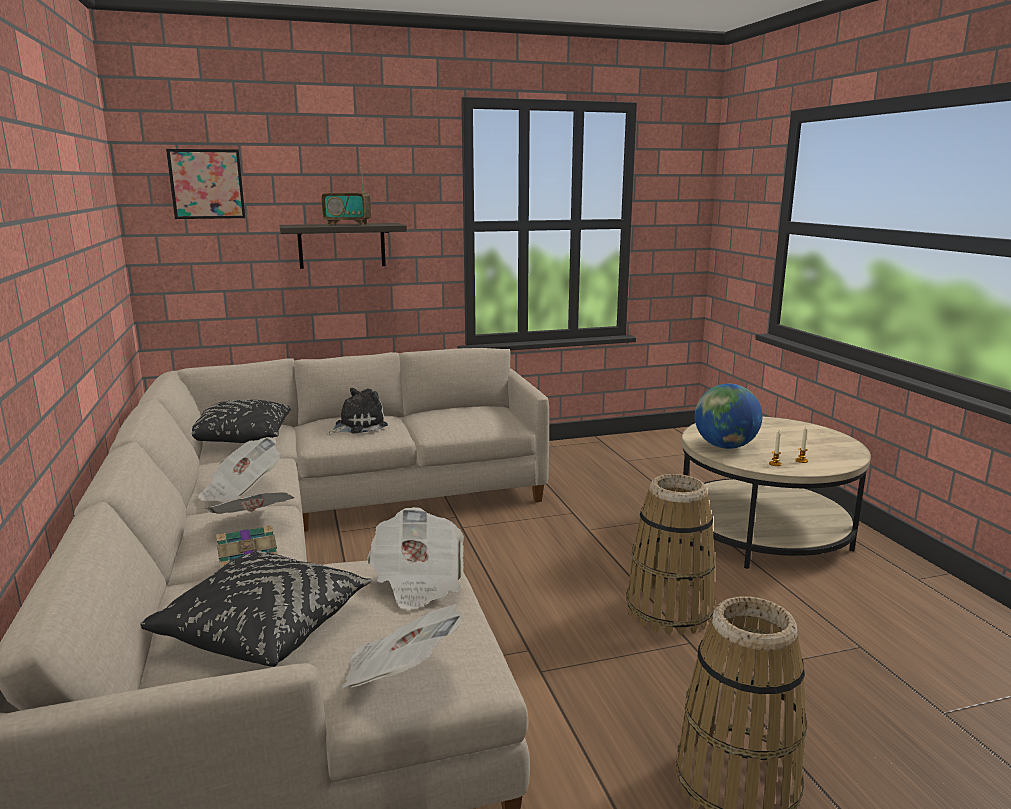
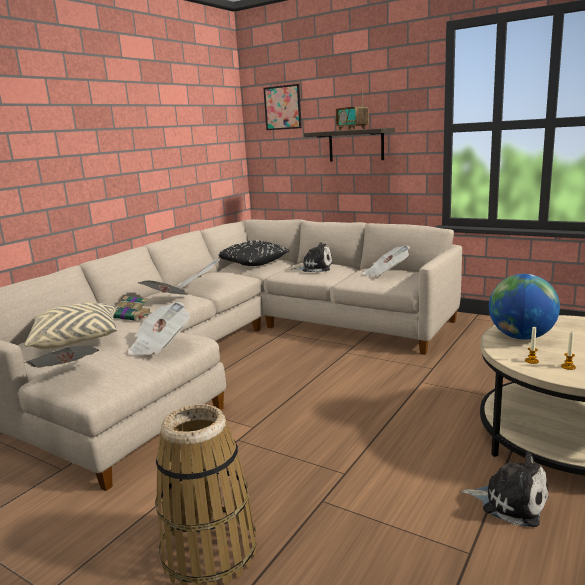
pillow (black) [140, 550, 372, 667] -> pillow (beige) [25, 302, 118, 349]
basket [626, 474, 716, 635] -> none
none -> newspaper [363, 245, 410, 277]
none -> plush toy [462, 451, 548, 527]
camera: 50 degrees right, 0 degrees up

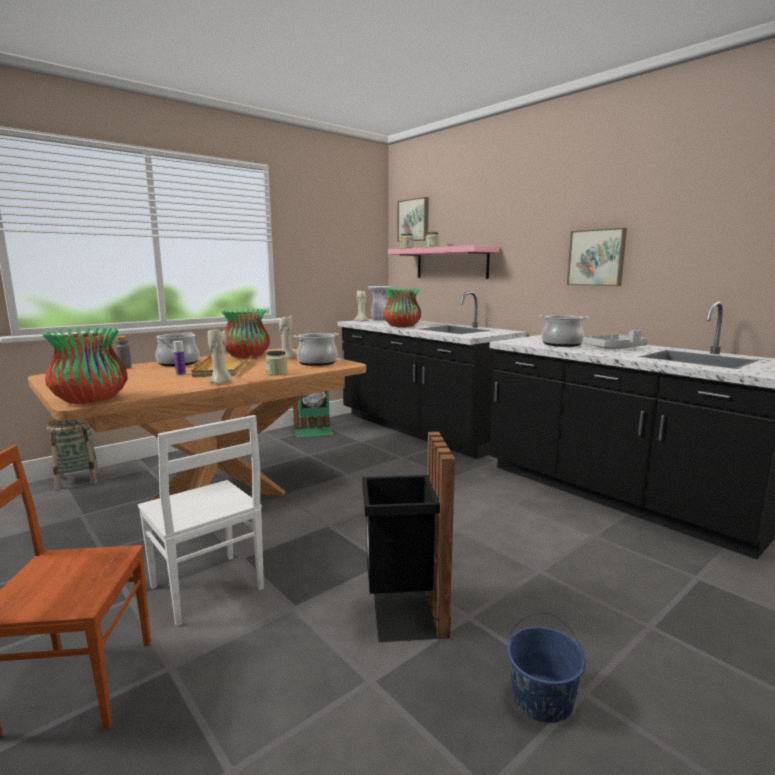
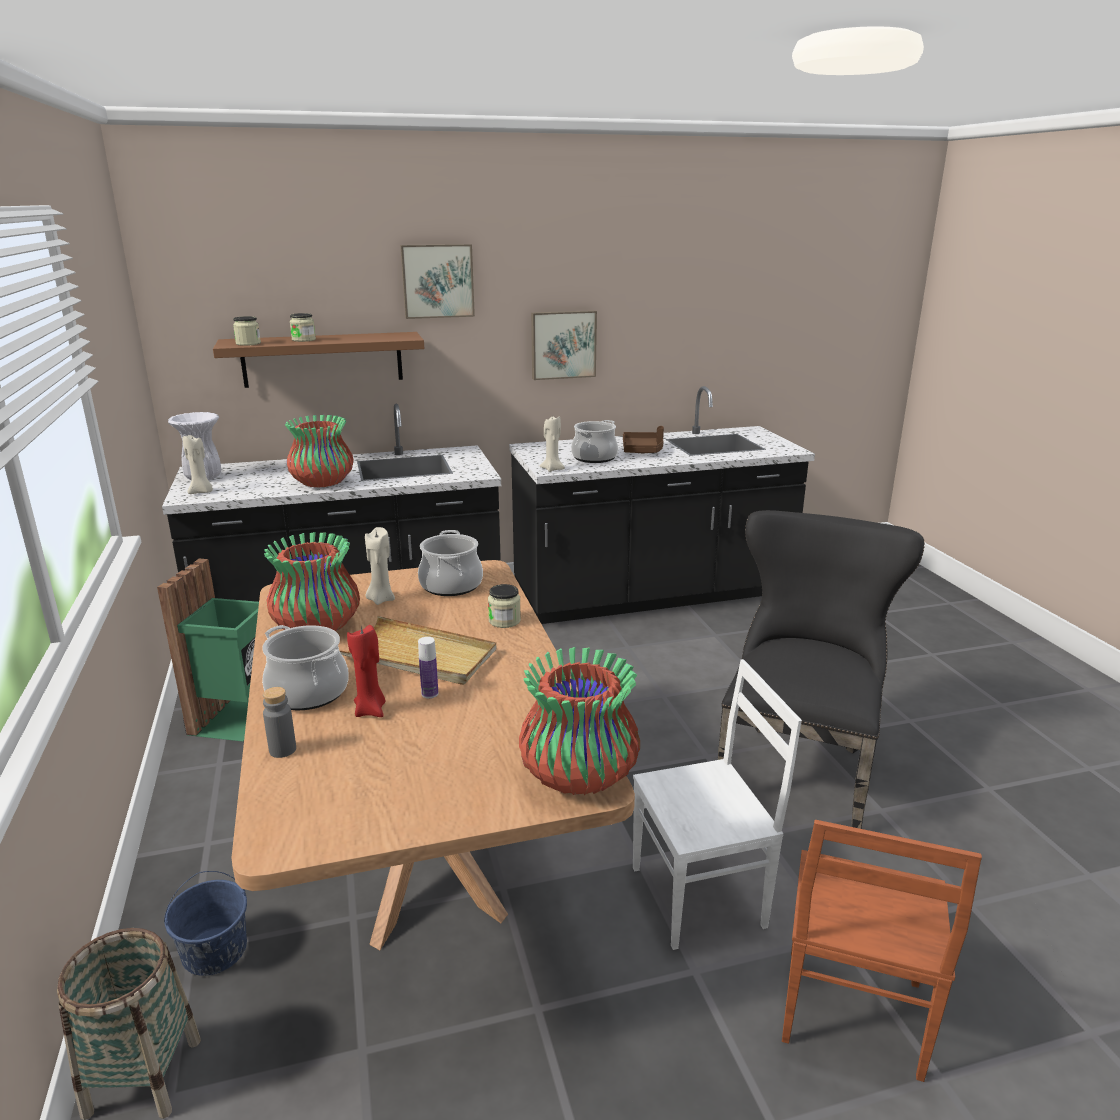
candle (beige) [208, 329, 232, 384] -> candle (beige) [540, 416, 565, 472], relocated
trash can (black) [362, 431, 455, 642] -> chair (black) [718, 510, 925, 829]
shelf (pink) [388, 245, 499, 279] -> shelf (brown) [213, 332, 425, 388]
picture [397, 197, 429, 242] -> picture [400, 244, 475, 319], relocated
bucket (blue) [507, 613, 586, 723] -> bucket (blue) [164, 871, 247, 976], relocated
tray (grey) [583, 330, 648, 349] -> tray (brown) [623, 426, 664, 453]
none -> candle (red) [347, 625, 386, 717]
camera: 65 degrees left, 10 degrees up

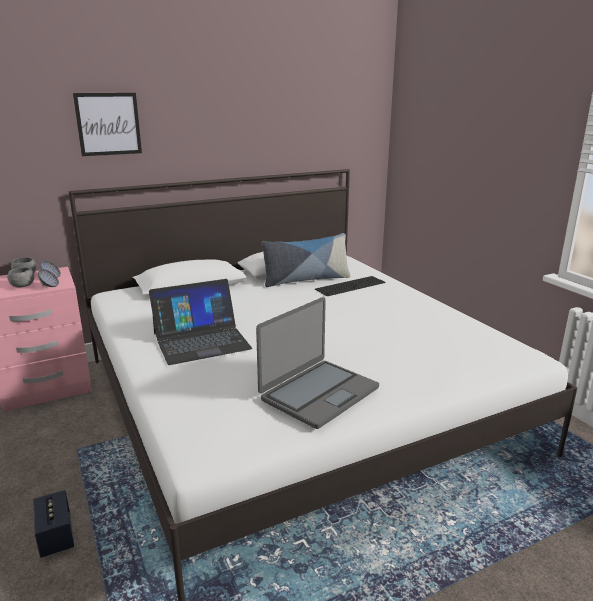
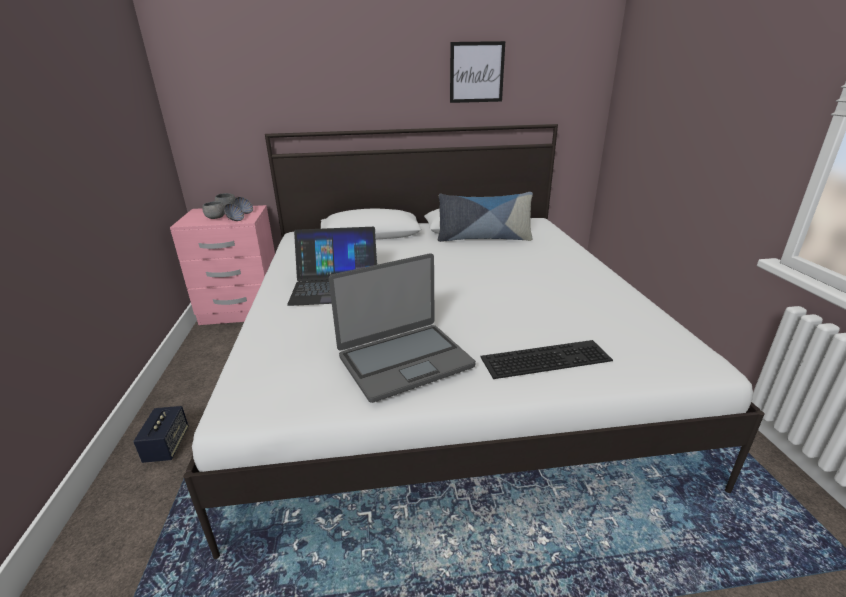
picture [73, 93, 142, 156] -> picture [450, 41, 505, 103], relocated
keyboard [315, 276, 385, 296] -> keyboard [481, 340, 613, 379], relocated
camera: 20 degrees right, 5 degrees up

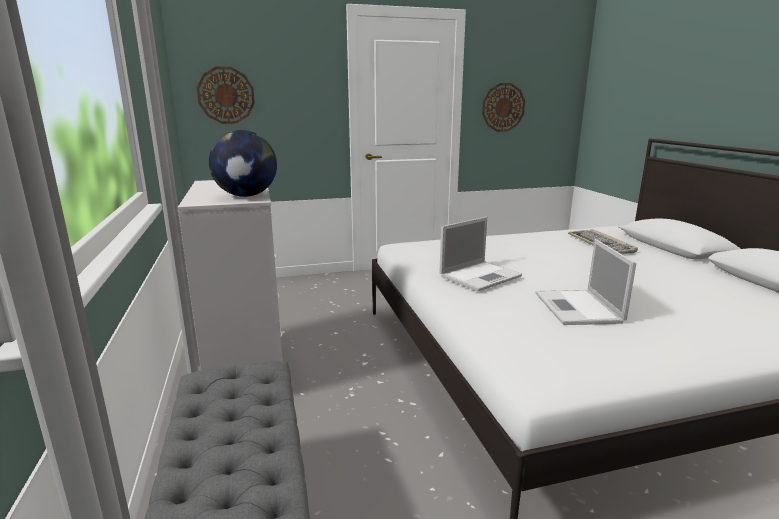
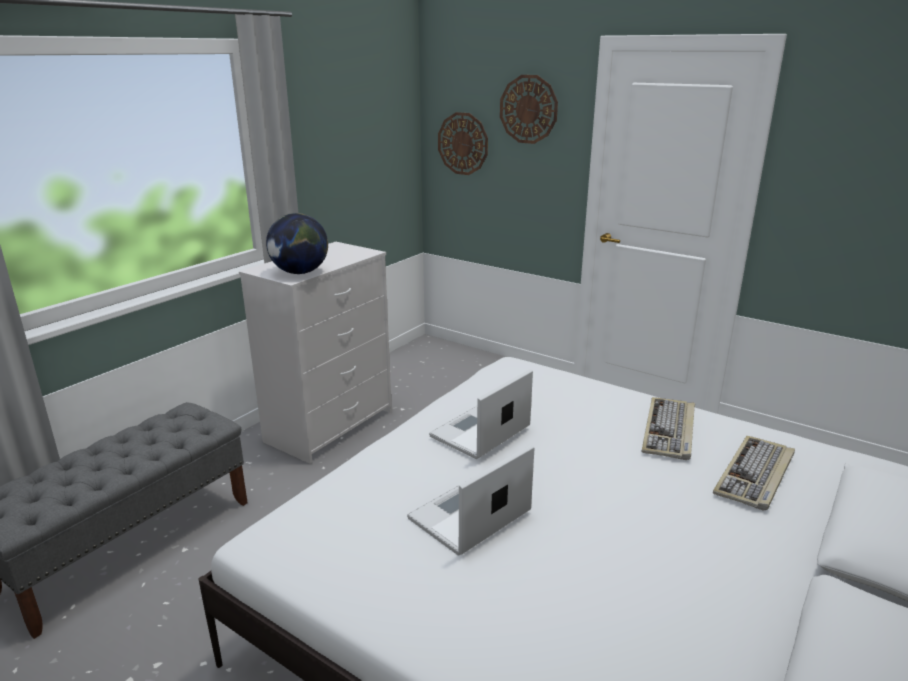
laptop [439, 217, 522, 291] -> laptop [429, 369, 533, 459], 120 degrees clockwise
wall clock [482, 83, 525, 132] -> wall clock [500, 75, 558, 144], relocated
none -> keyboard [641, 397, 695, 460]
camera: 50 degrees right, 5 degrees up

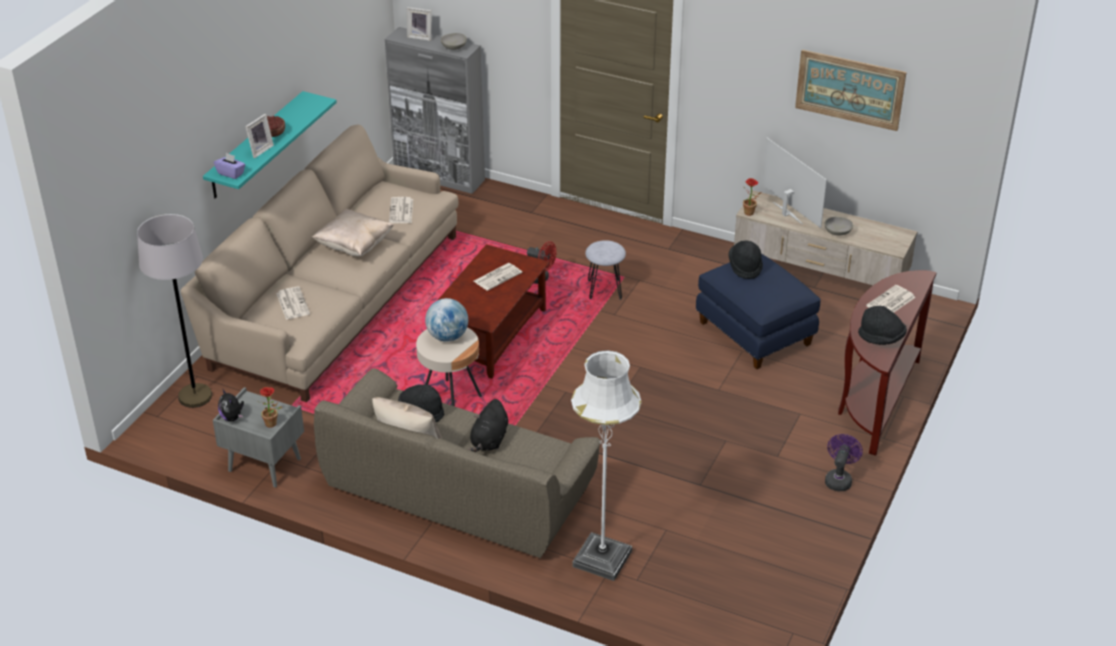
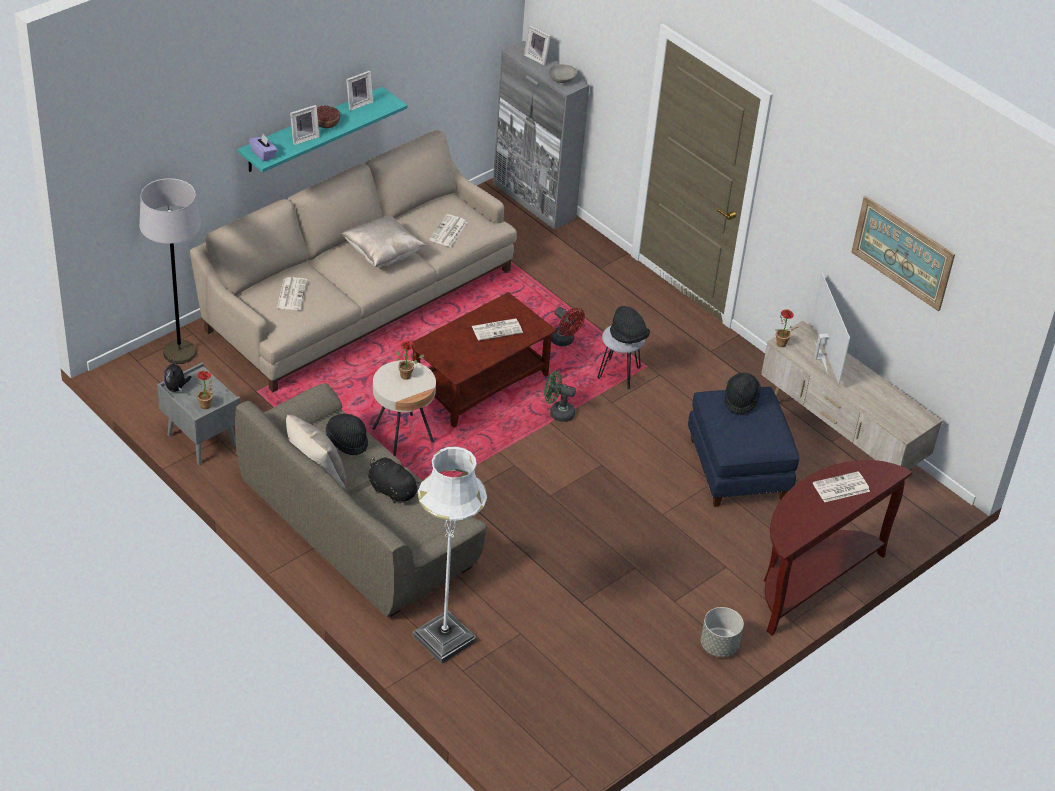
globe [425, 298, 468, 342] -> potted plant [396, 341, 425, 380]
plush toy (black) [468, 399, 508, 452] -> plush toy (black) [368, 456, 421, 503], 90 degrees clockwise
bowl (grey) [825, 217, 853, 235] -> none
fan (purple) [825, 434, 863, 491] -> planter (grey) [701, 607, 744, 657]
hat (black) [858, 306, 907, 345] -> hat (black) [610, 306, 650, 344], relocated
none -> picture frame [346, 71, 373, 111]
none -> fan (green) [544, 371, 576, 422]
camera: 20 degrees right, 5 degrees up

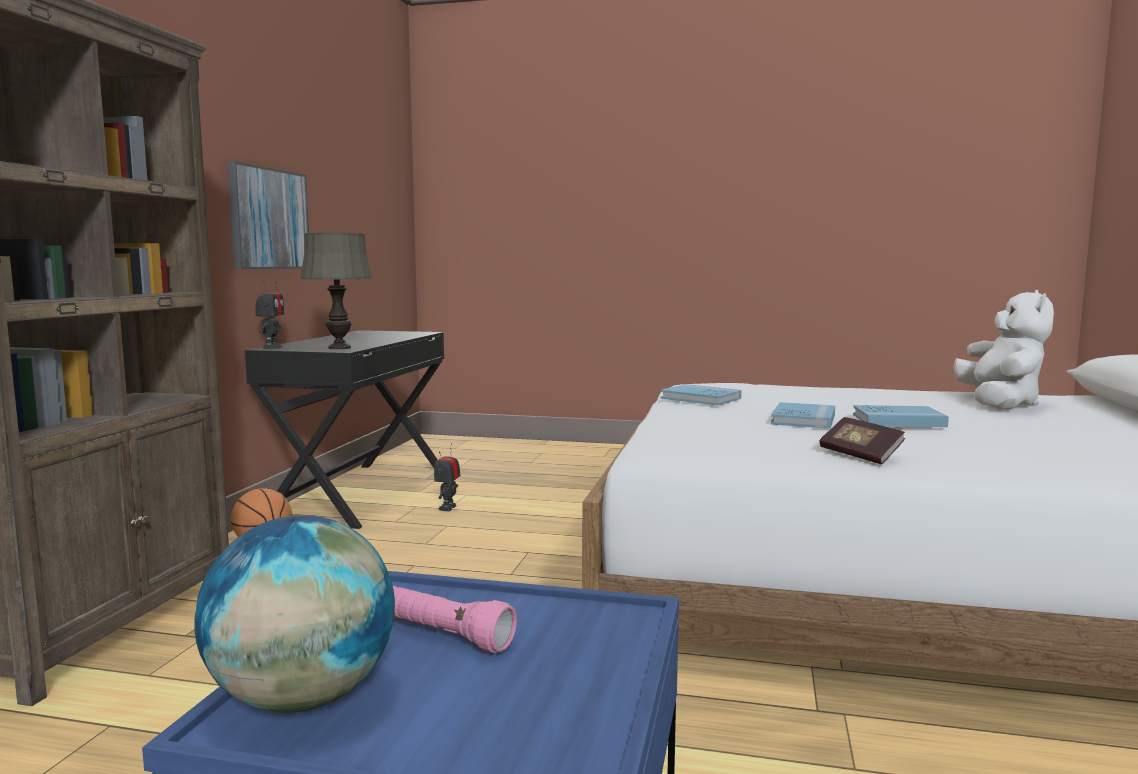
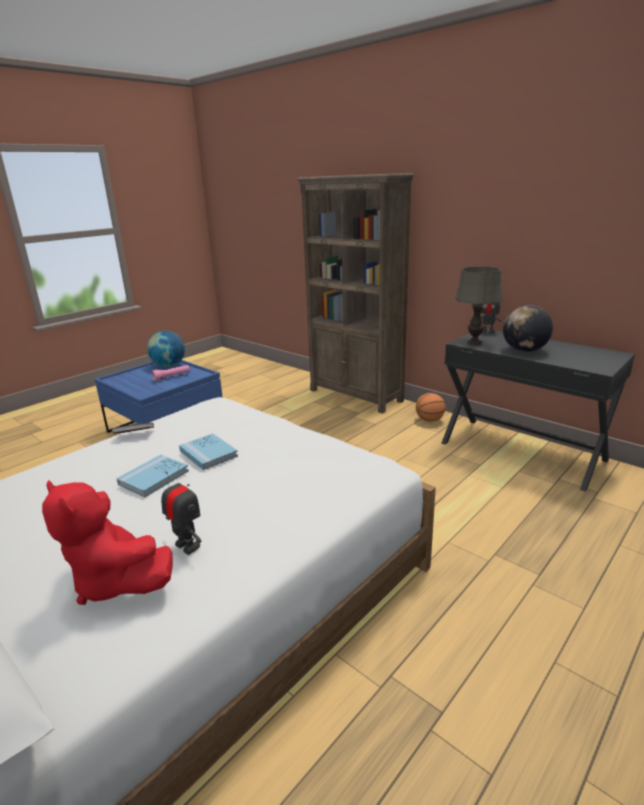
picture [227, 161, 309, 269] -> none
toy robot [434, 443, 460, 511] -> toy robot [161, 472, 202, 555], relocated
book (blue) [660, 384, 742, 406] -> none
plush toy (white) [954, 290, 1054, 410] -> plush toy (red) [42, 480, 173, 605]
none -> globe [503, 305, 553, 352]
camera: 120 degrees right, 15 degrees up

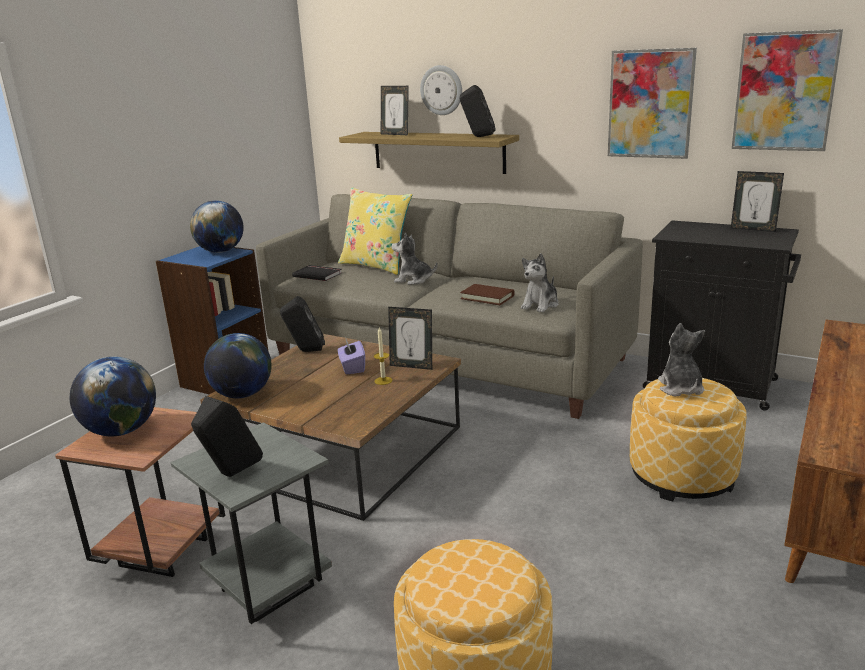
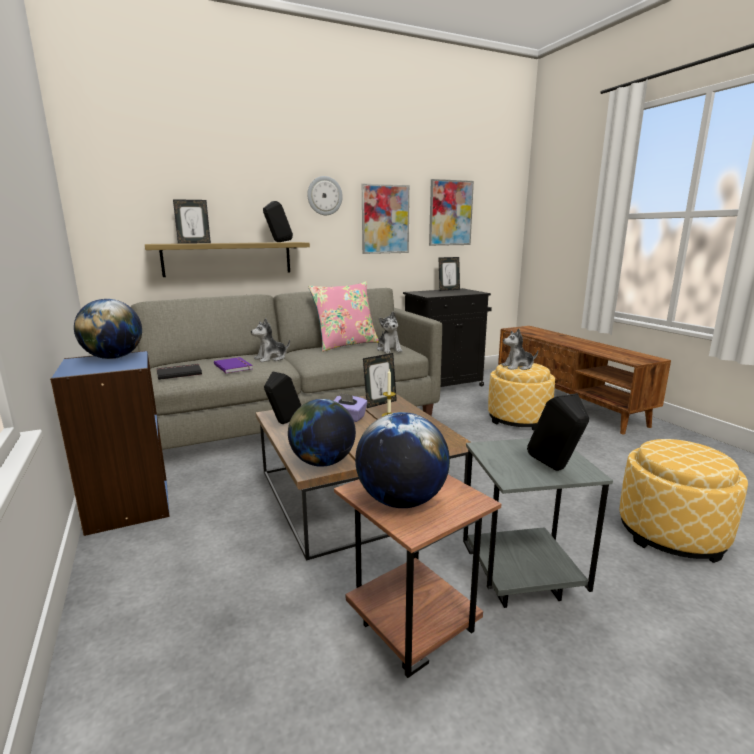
pillow (yellow) [338, 187, 412, 275] -> none
wall clock [420, 65, 462, 115] -> wall clock [307, 176, 343, 215], relocated
book (brown) [460, 284, 515, 305] -> none
plush toy [658, 323, 705, 396] -> plush toy [502, 329, 538, 370], 45 degrees counterclockwise
none -> book (purple) [214, 357, 253, 373]
none -> pillow (pink) [308, 281, 379, 352]
camera: 55 degrees left, 5 degrees down

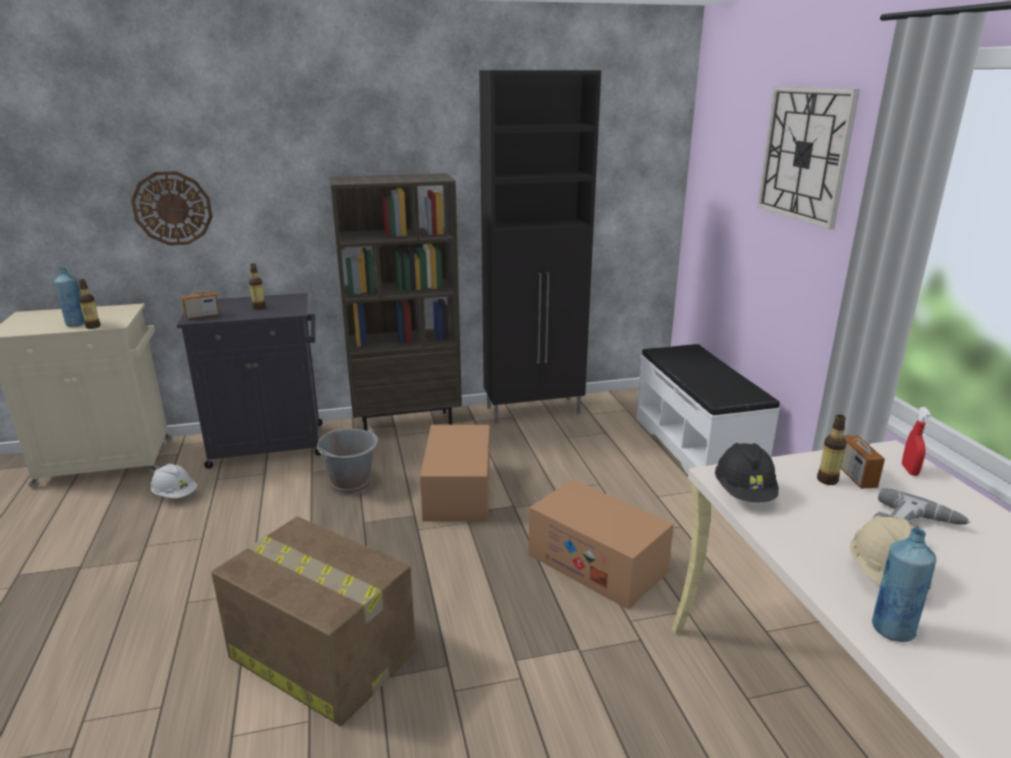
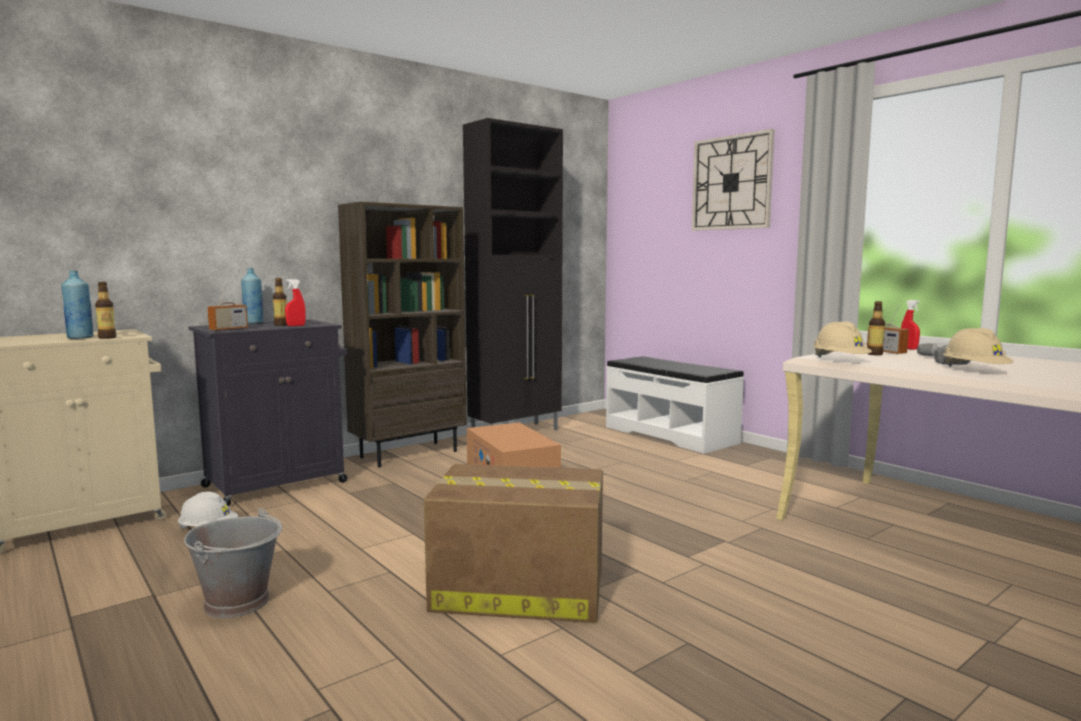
wall clock [131, 171, 213, 246] -> none
bucket (grey) [317, 426, 378, 496] -> bucket (grey) [184, 508, 282, 618], relocated
cardboard box [528, 479, 674, 610] -> none
hard hat (black) [715, 443, 779, 502] -> hard hat (beige) [813, 322, 872, 357]
bottle (blue) [872, 528, 936, 642] -> bottle (blue) [241, 268, 264, 324], relocated
none -> spray bottle (red) [285, 279, 306, 326]
camera: 25 degrees left, 15 degrees down

